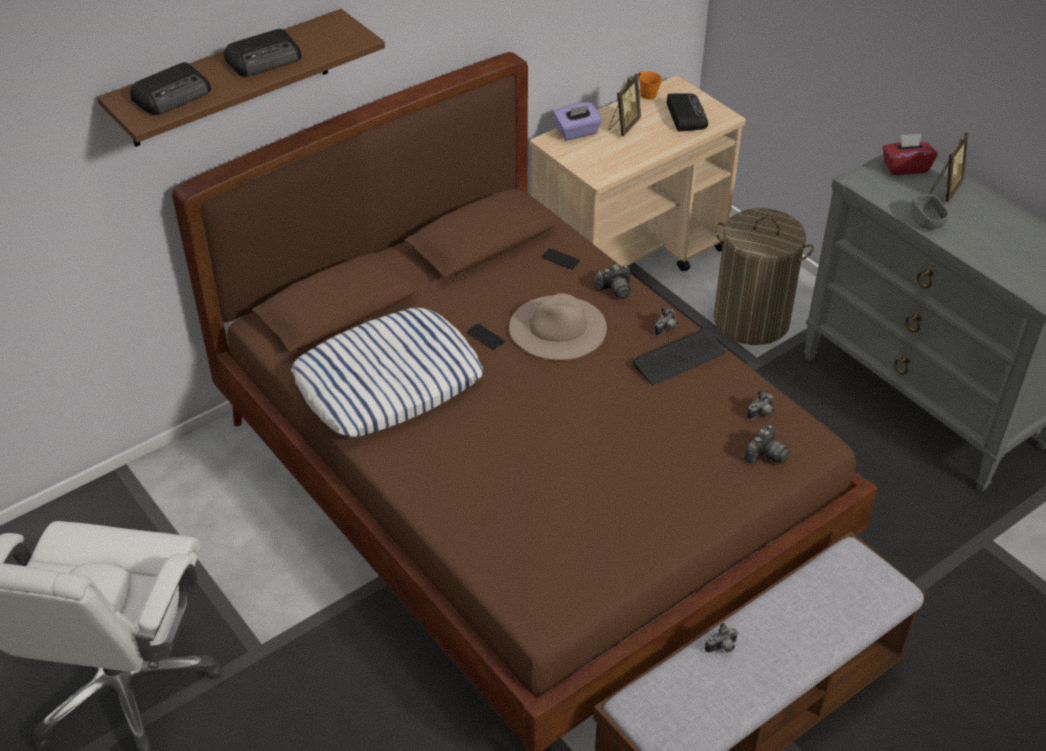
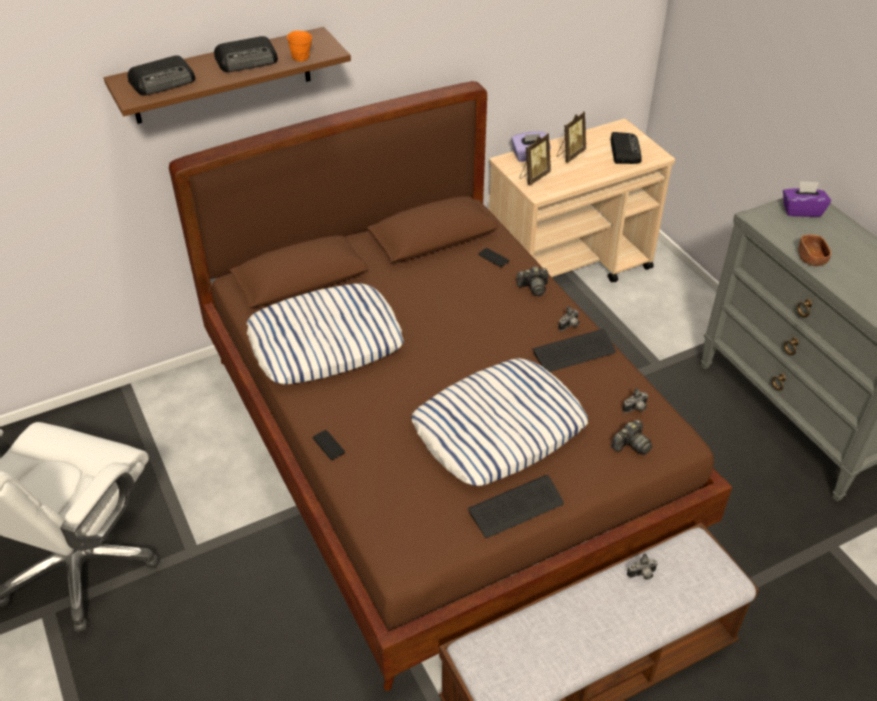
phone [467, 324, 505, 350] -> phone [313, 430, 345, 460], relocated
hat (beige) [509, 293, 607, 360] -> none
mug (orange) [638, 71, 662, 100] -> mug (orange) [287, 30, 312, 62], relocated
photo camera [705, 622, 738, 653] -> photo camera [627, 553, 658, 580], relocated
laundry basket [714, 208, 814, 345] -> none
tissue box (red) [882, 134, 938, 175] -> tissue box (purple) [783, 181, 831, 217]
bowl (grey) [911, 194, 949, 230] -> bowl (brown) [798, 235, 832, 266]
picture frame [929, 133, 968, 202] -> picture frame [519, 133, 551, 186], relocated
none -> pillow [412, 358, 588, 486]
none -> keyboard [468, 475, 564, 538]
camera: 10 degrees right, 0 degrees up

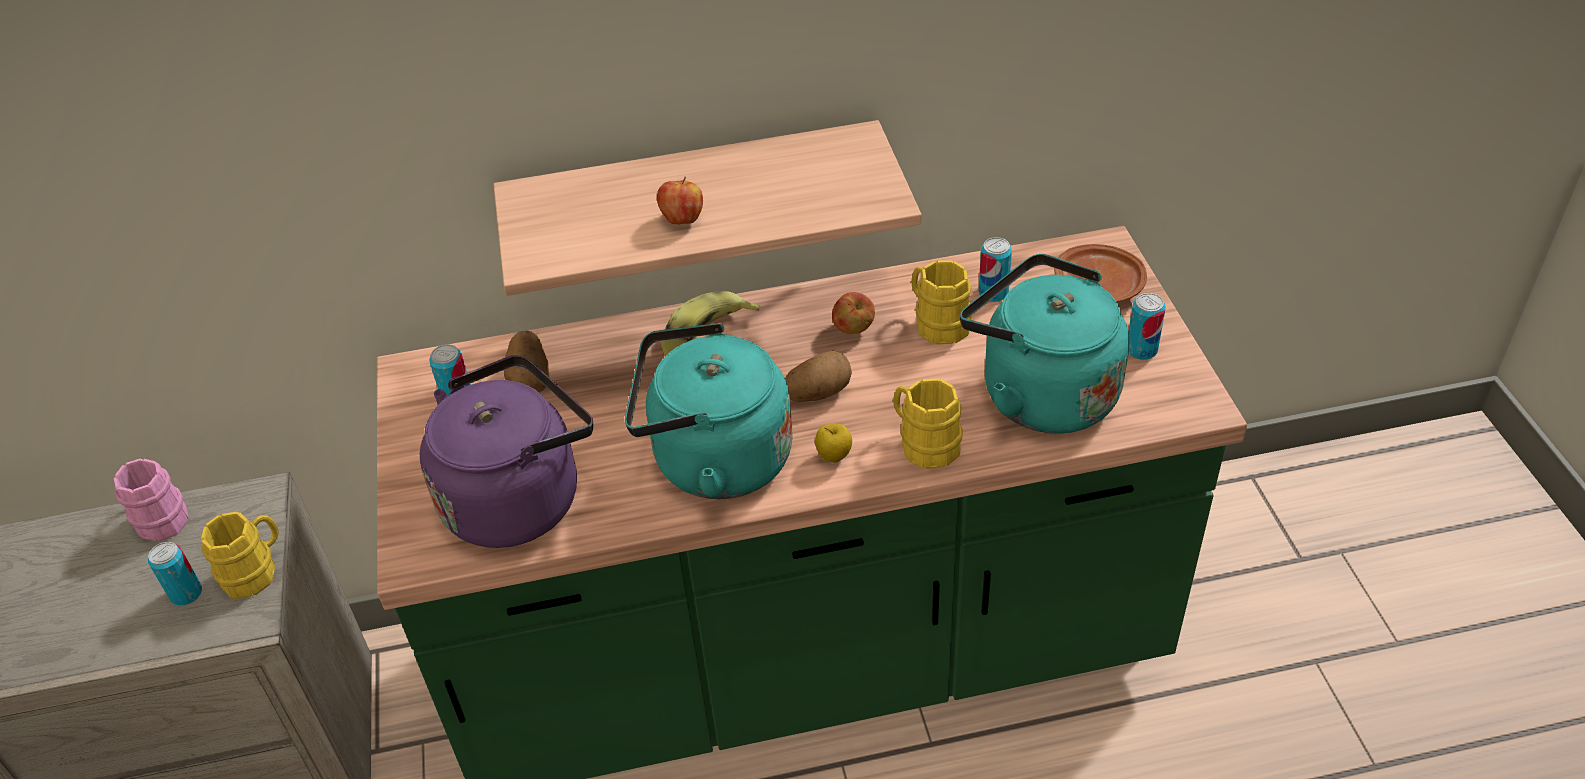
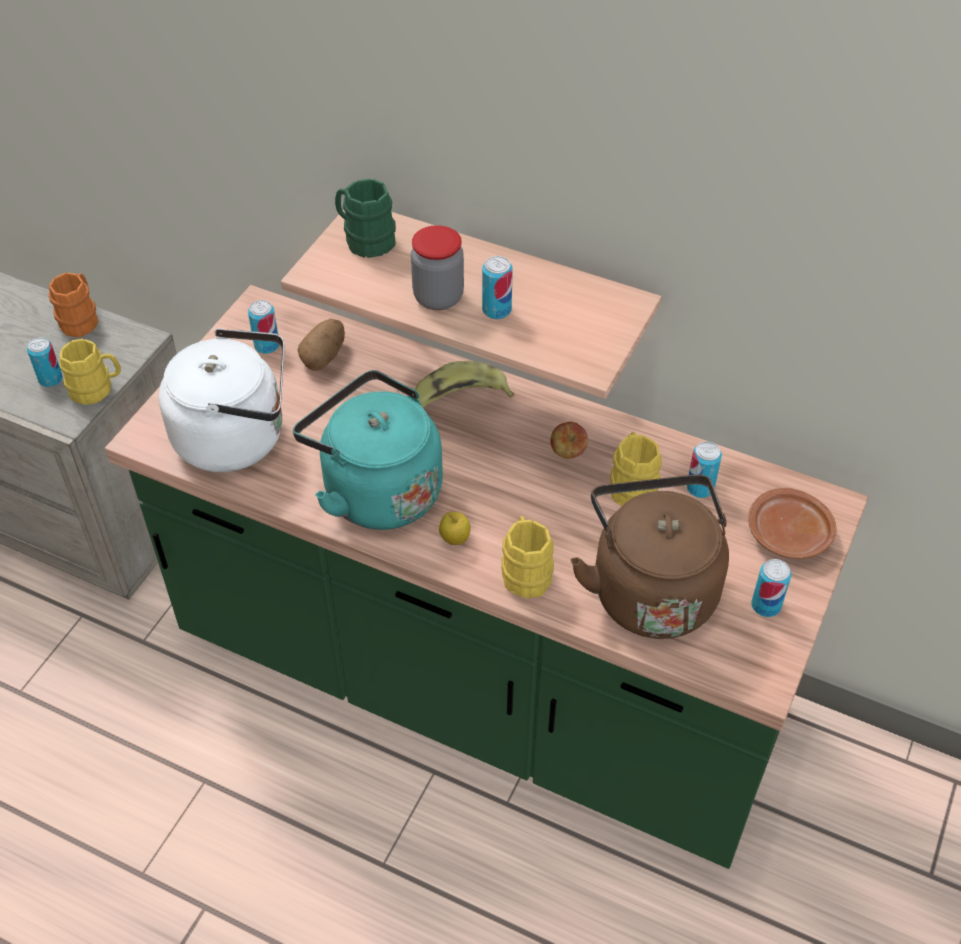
mug (pink) [114, 459, 189, 541] -> mug (orange) [48, 272, 98, 337]
kettle (purple) [420, 355, 593, 548] -> kettle (white) [159, 328, 284, 472]
apple [657, 177, 703, 224] -> jar [411, 225, 464, 310]
potato [785, 350, 852, 402] -> none
kettle (turquoise) [960, 254, 1130, 434] -> kettle (brown) [571, 475, 729, 639]
none -> mug (green) [335, 179, 396, 258]
none -> can [482, 256, 513, 319]
camera: 35 degrees right, 5 degrees up

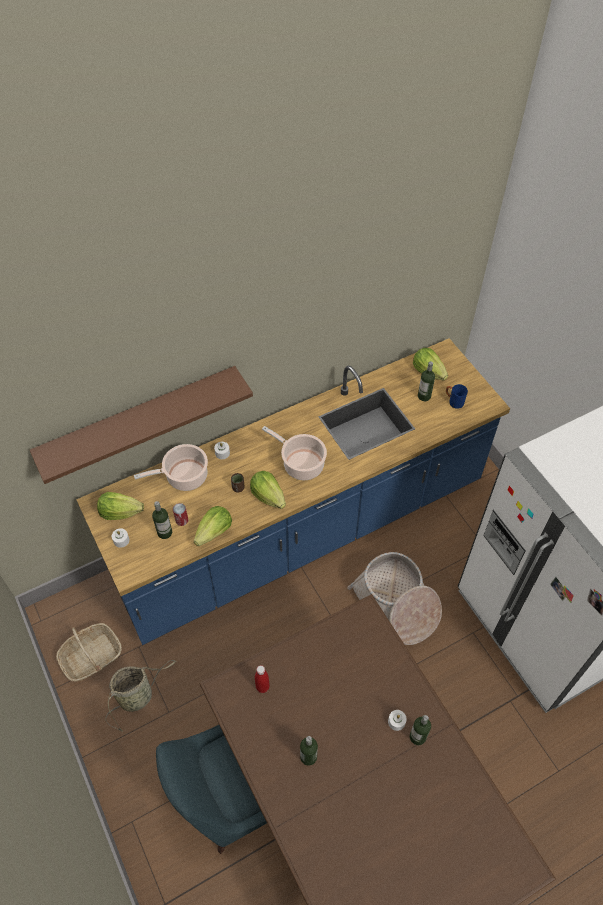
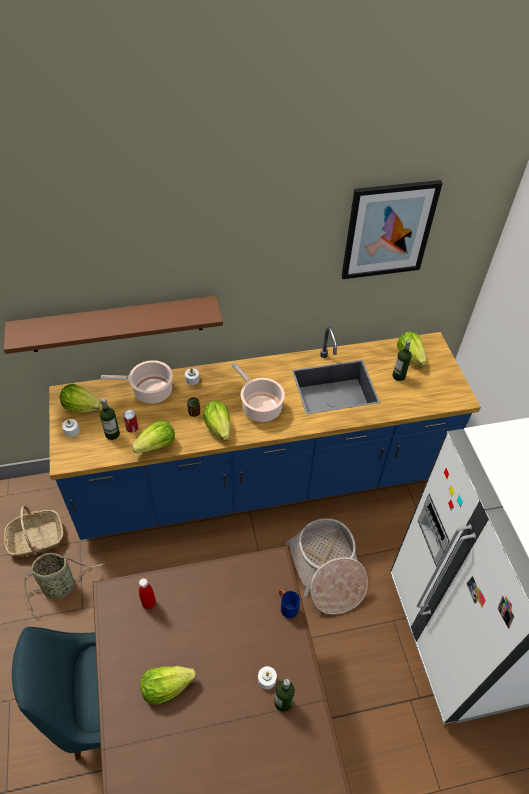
bottle [300, 736, 318, 766] -> lettuce [140, 666, 196, 705]
mug (blue) [446, 384, 468, 409] -> mug (blue) [279, 589, 300, 618], relocated
none -> picture [341, 180, 443, 279]
camera: 15 degrees right, 5 degrees down

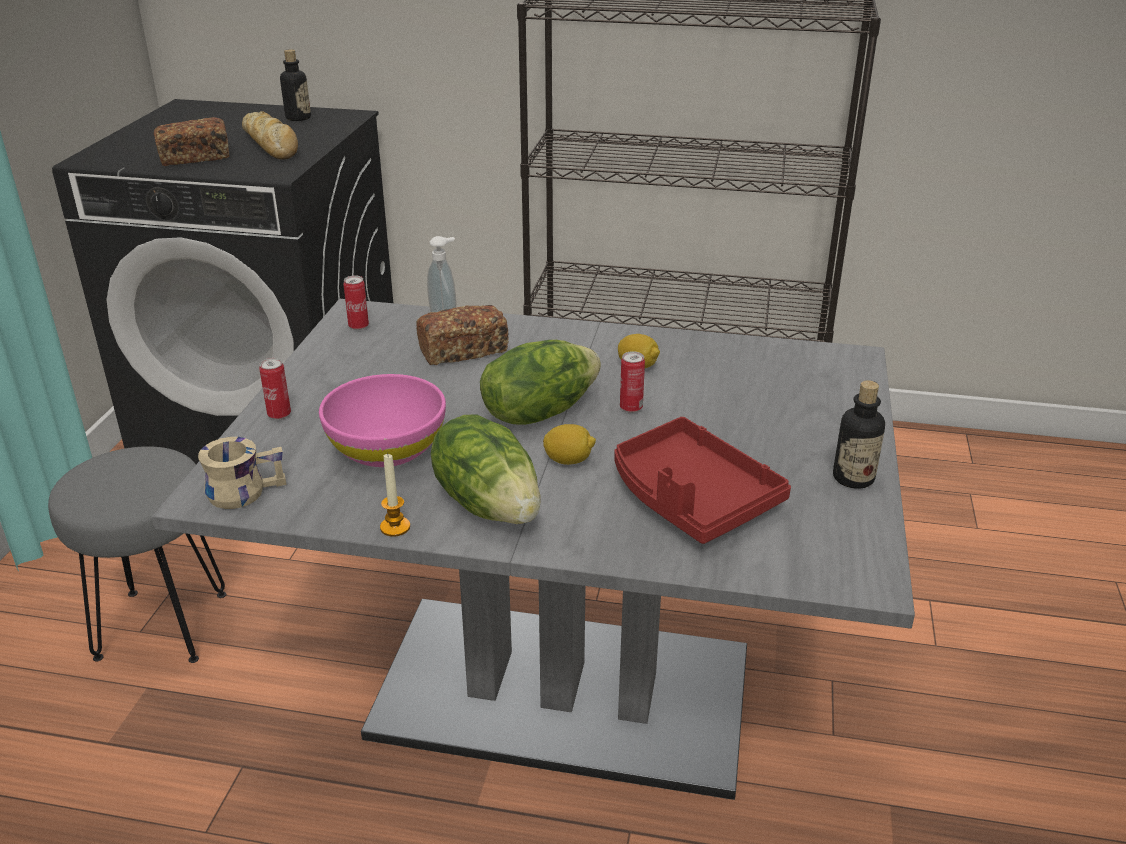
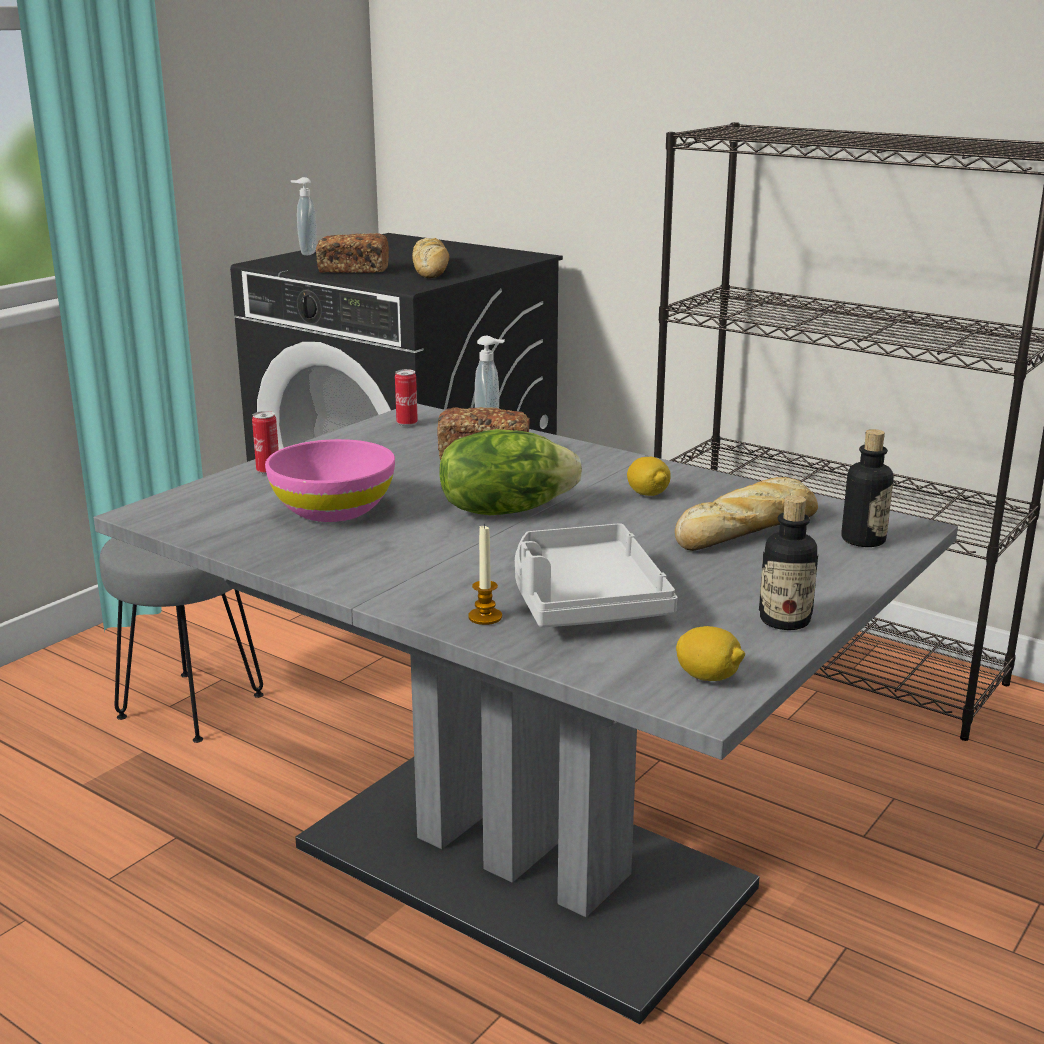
mug (beige) [198, 437, 287, 509] -> none
bottle [280, 49, 311, 121] -> bottle [841, 429, 894, 547], relocated
candle [380, 453, 410, 537] -> candle [468, 524, 502, 625], relocated
lettuce [431, 414, 541, 524] -> none
lemon [543, 424, 596, 465] -> lemon [676, 626, 745, 681], relocated
tray (red) [614, 417, 791, 544] -> tray (grey) [515, 523, 678, 628]
can [620, 351, 645, 413] -> none
none -> soap dispenser [291, 177, 317, 255]
none -> bread [675, 477, 818, 551]
camera: 25 degrees right, 10 degrees down

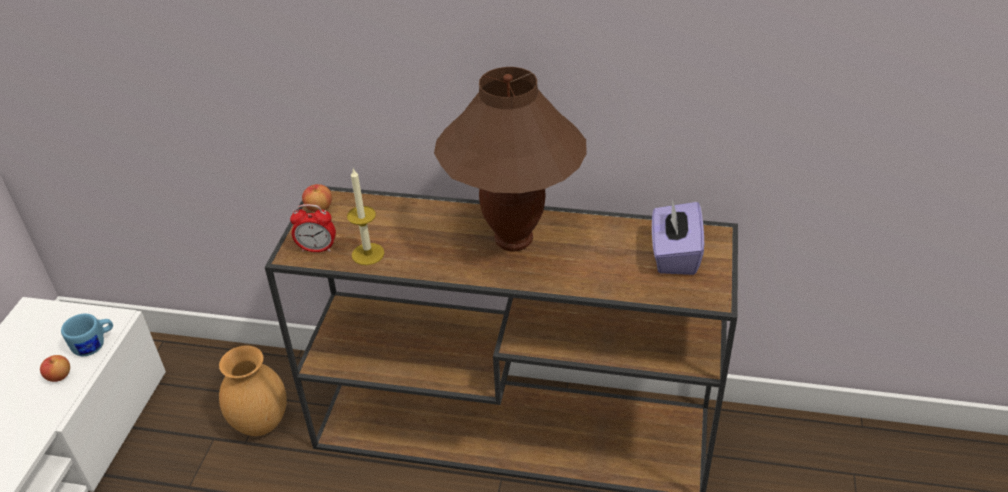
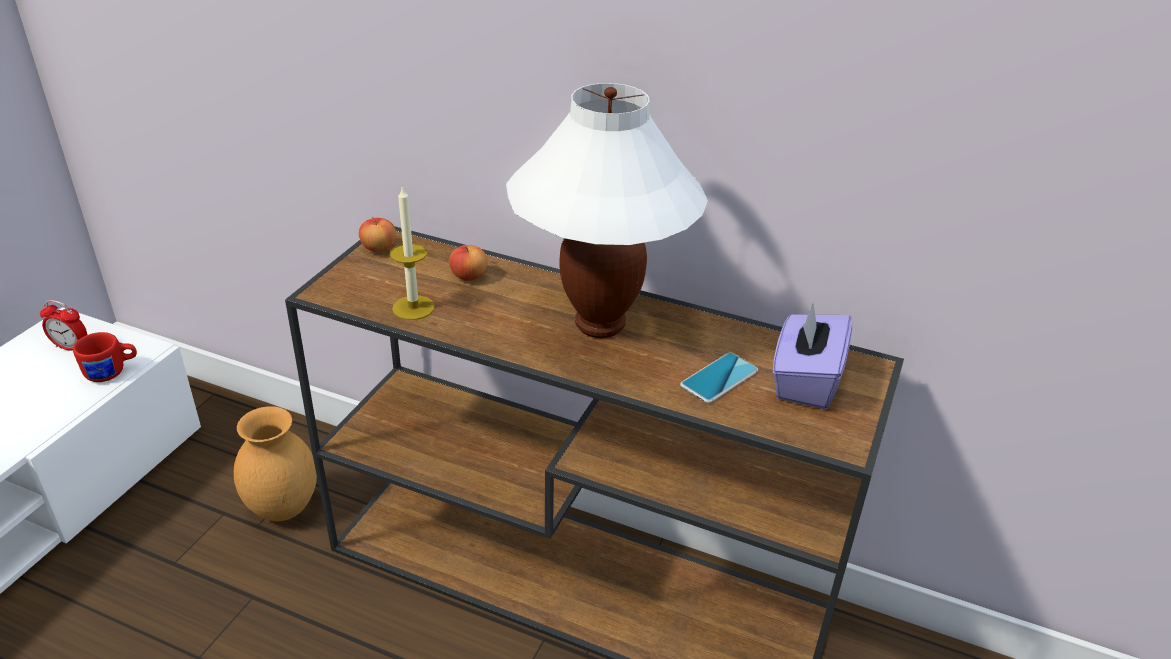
apple [40, 355, 70, 382] -> apple [449, 245, 488, 281], relocated
mug (blue) [61, 314, 113, 356] -> mug (red) [73, 332, 137, 382]
alarm clock [290, 204, 336, 252] -> alarm clock [40, 300, 87, 351], relocated
table lamp (brown) [434, 67, 587, 251] -> table lamp (white) [506, 83, 708, 338]
none -> phone [680, 352, 758, 403]
camera: 10 degrees right, 5 degrees down

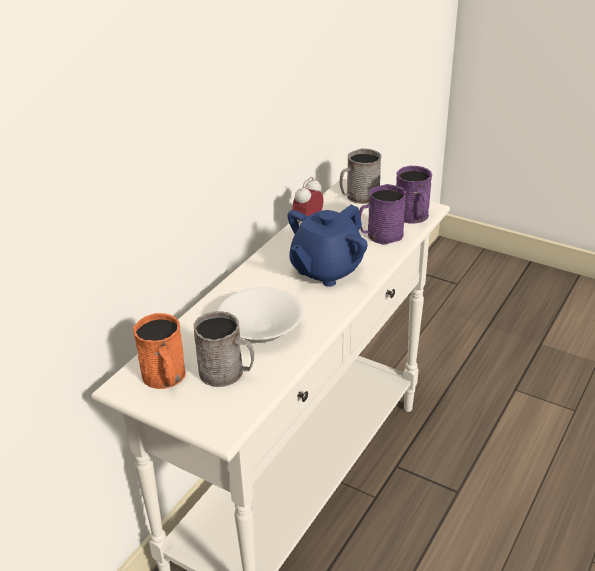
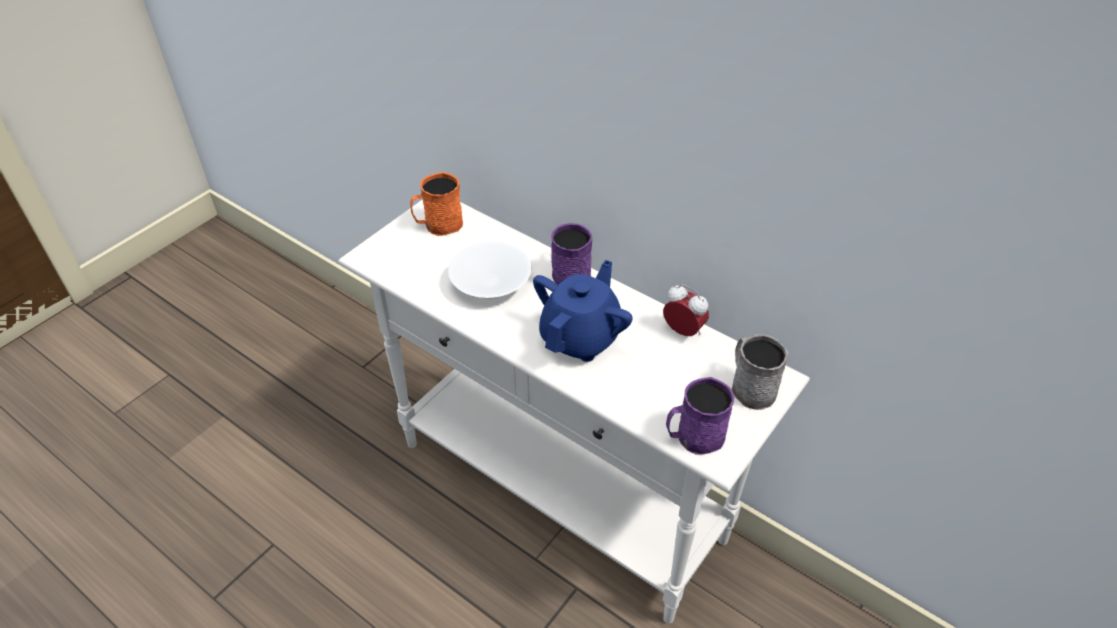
mug (grey) [193, 311, 254, 387] -> none
teapot (blue) [288, 205, 368, 287] -> teapot (blue) [533, 260, 633, 362], 75 degrees clockwise
mug (purple) [359, 184, 406, 244] -> mug (purple) [551, 223, 593, 285], relocated
camera: 95 degrees right, 10 degrees up

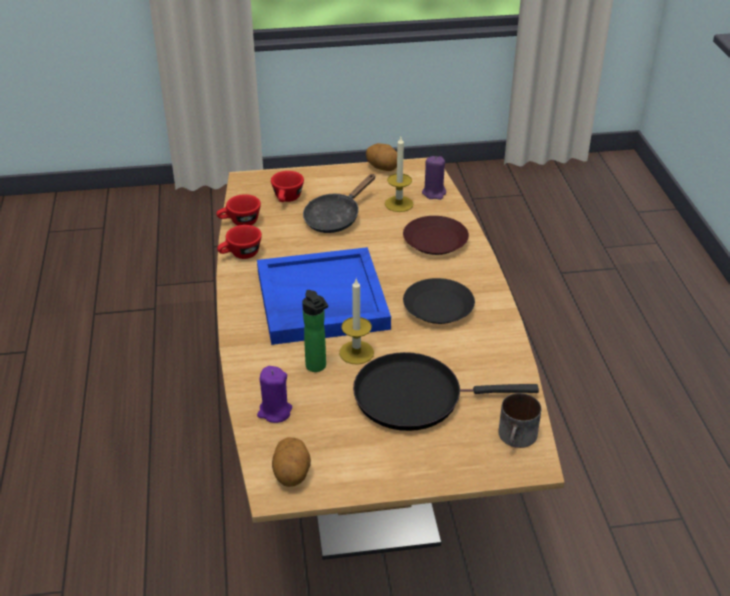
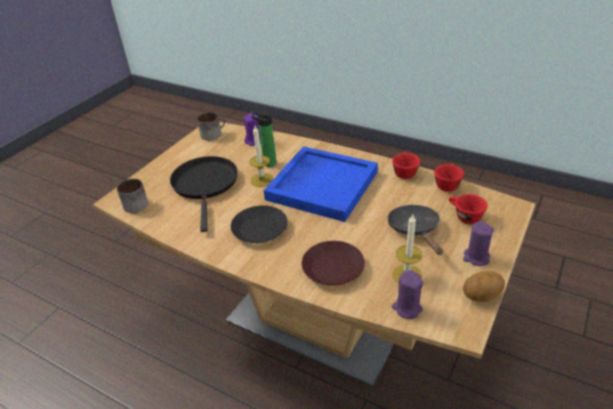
potato [272, 437, 311, 487] -> mug [197, 112, 225, 141]
frying pan (black) [353, 352, 539, 431] -> frying pan (black) [170, 156, 238, 232], 45 degrees counterclockwise
none -> candle (purple) [463, 221, 494, 266]
camera: 130 degrees right, 0 degrees up

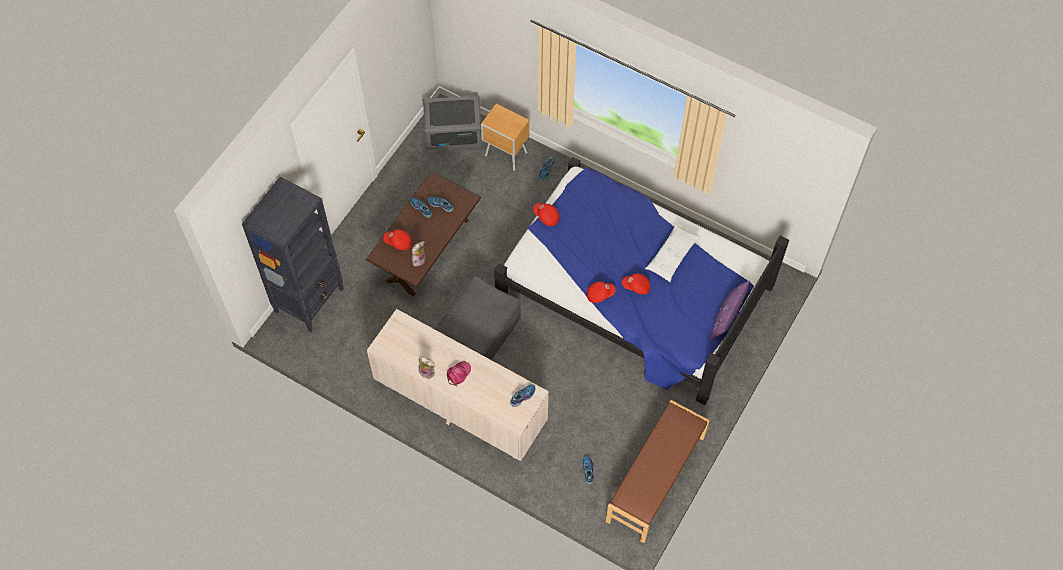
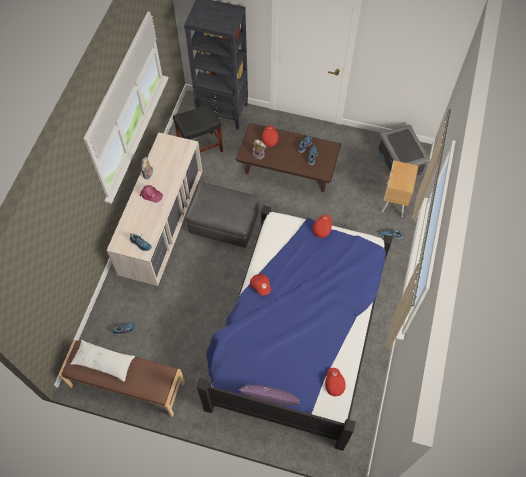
cap (red) [622, 273, 650, 295] -> cap (red) [325, 368, 346, 396], relocated
pillow (white) [645, 223, 702, 282] -> pillow (white) [71, 339, 135, 382], relocated
none -> stool (black) [173, 103, 223, 152]
camera: 75 degrees right, 0 degrees up

